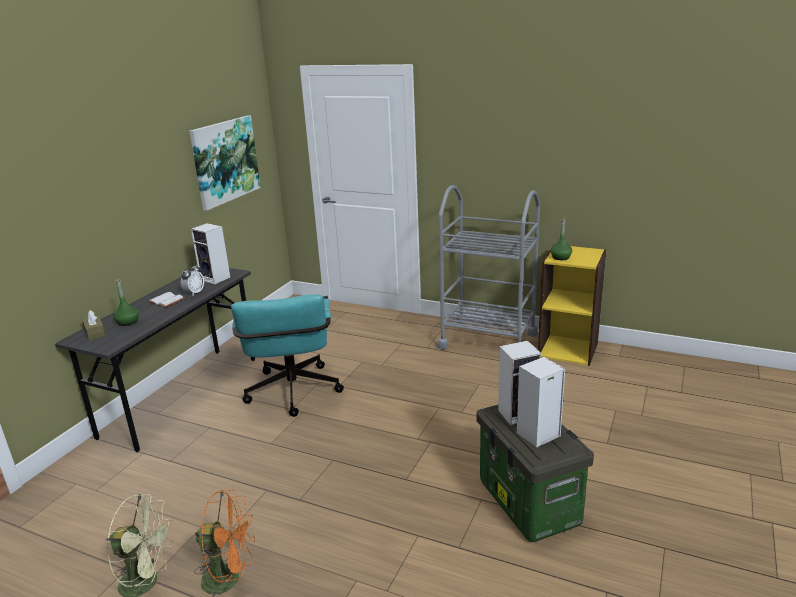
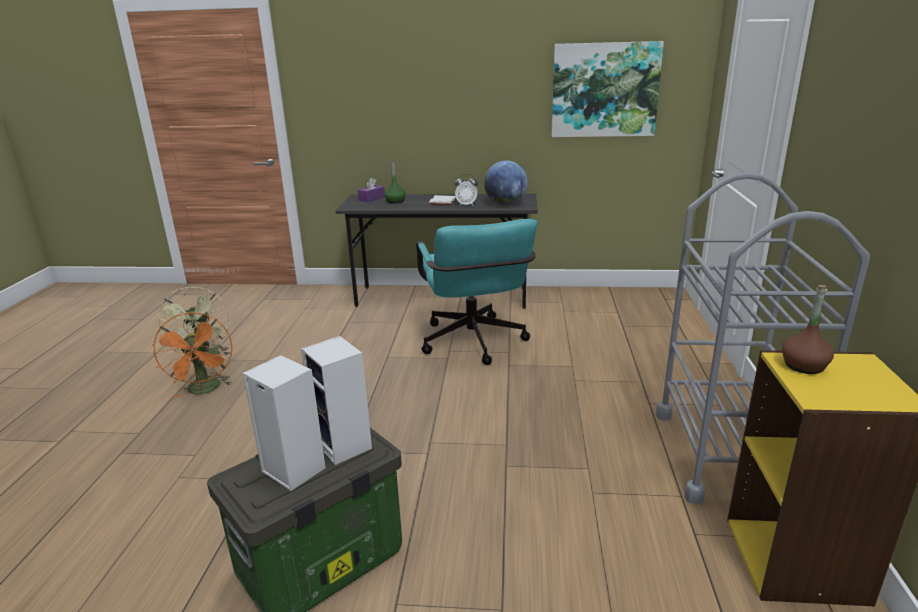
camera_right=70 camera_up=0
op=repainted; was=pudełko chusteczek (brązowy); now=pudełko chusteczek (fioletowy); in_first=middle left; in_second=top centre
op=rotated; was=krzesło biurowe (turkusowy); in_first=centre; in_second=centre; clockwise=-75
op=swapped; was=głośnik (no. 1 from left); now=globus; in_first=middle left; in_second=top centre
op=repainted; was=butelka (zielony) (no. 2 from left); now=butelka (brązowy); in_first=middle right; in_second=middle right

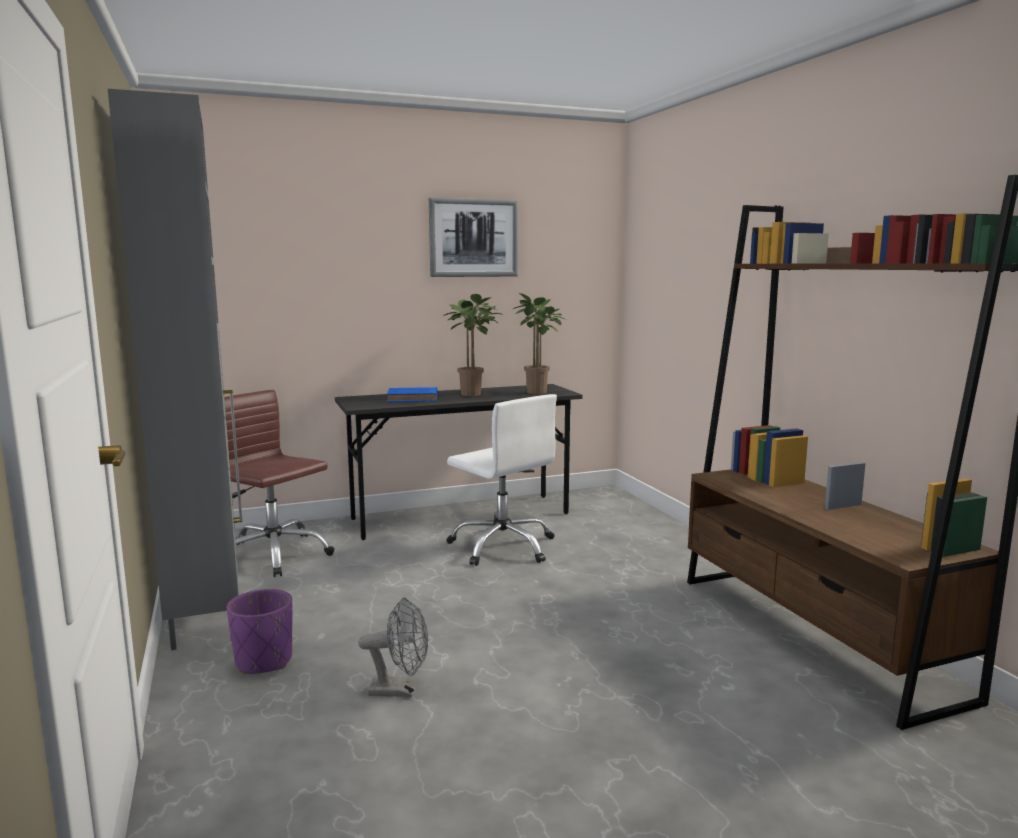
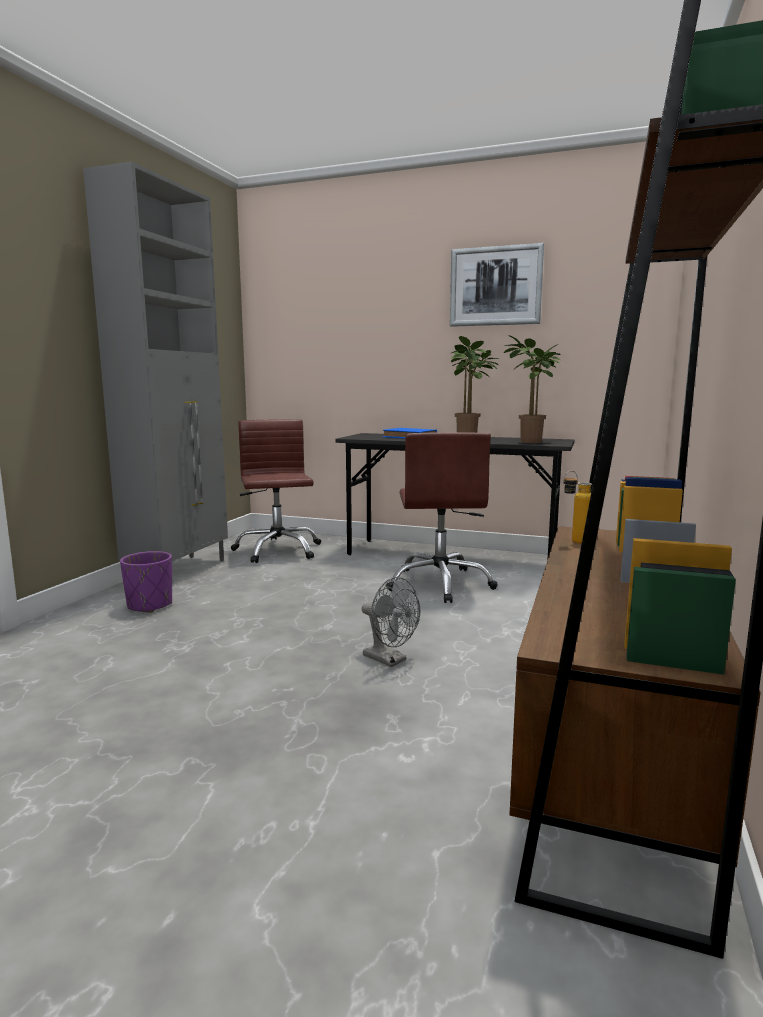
camera_right=40 camera_up=0
op=shifted; was=wentylator (szary); in_first=bottom centre; in_second=centre
op=repainted; was=krzesło biurowe (biały); now=krzesło biurowe (brązowy) (no. 2 from left); in_first=centre; in_second=centre
op=new; now=butelka; in_second=middle right

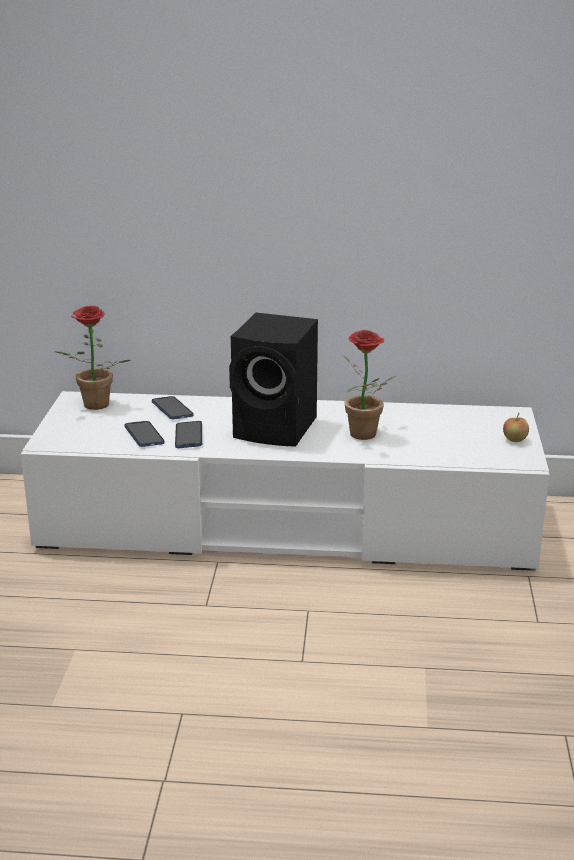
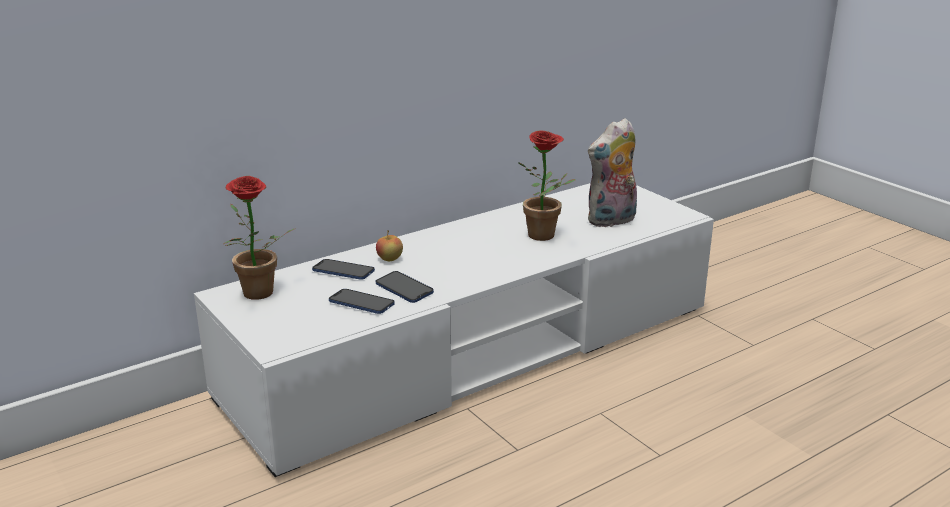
camera_right=-40 camera_up=0
op=shifted; was=jabłko; in_first=middle right; in_second=centre
op=new; now=pluszak; in_second=centre
op=gone; was=głośnik (czarny); in_first=centre

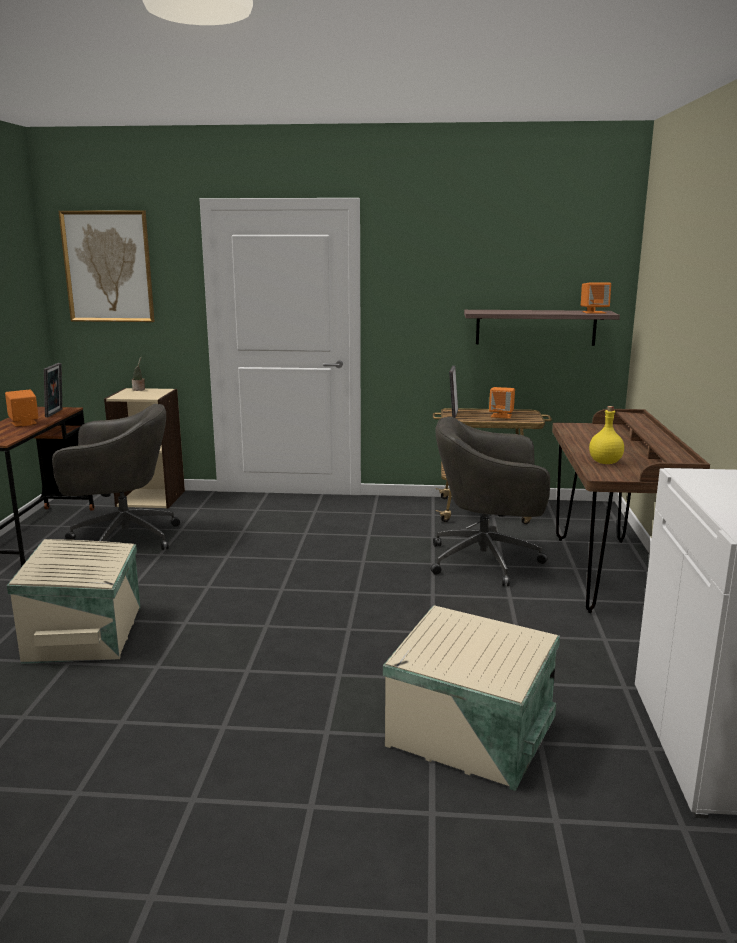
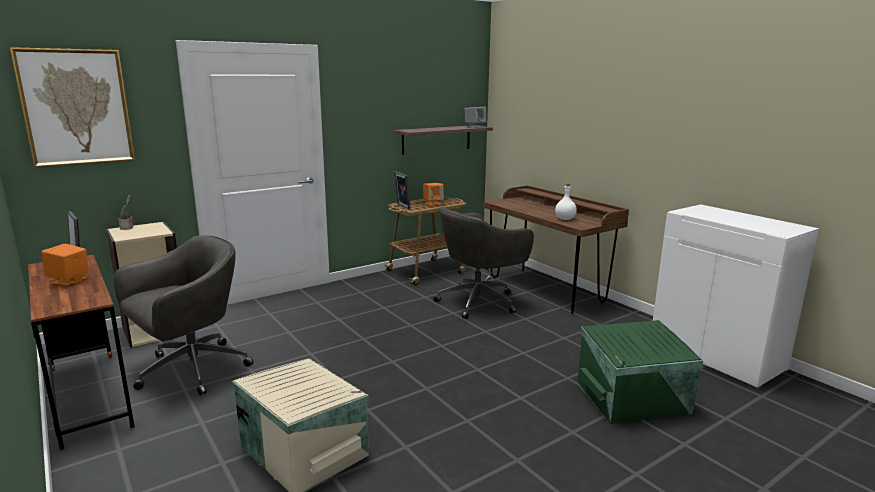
camera_right=-40 camera_up=0
op=repainted; was=głośnik (pomarańczowy) (no. 3 from left); now=głośnik (szary); in_first=top right; in_second=top centre
op=repainted; was=butelka (żółty); now=butelka (biały); in_first=middle right; in_second=centre
op=repainted; was=pojemnik do przechowywania (beżowy) (no. 2 from left); now=pojemnik do przechowywania (zielony); in_first=bottom centre; in_second=bottom right

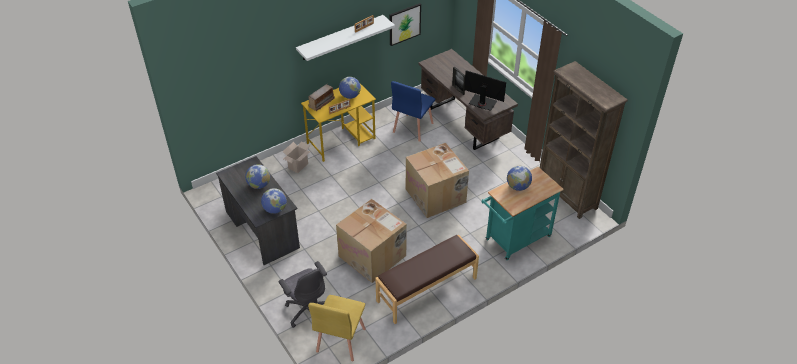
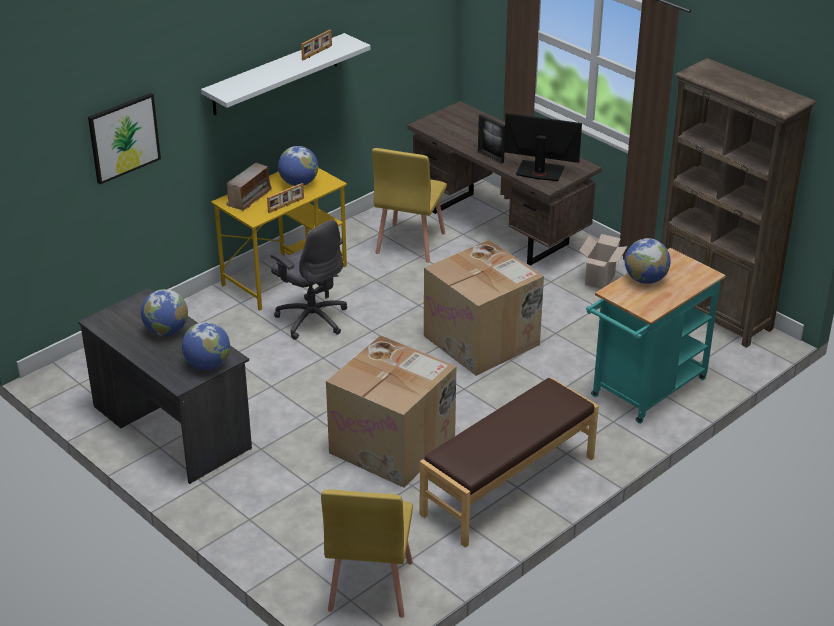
camera_right=-10 camera_up=-10
op=shifted; was=obraz; in_first=top centre; in_second=top left
op=shifted; was=krzesło biurowe (szary); in_first=bottom centre; in_second=centre
op=repainted; was=krzesło (niebieski); now=krzesło (żółty) (no. 2 from left); in_first=top centre; in_second=top centre
op=shifted; was=karton (no. 1 from left in the first image); now=karton (no. 3 from left); in_first=centre; in_second=middle right

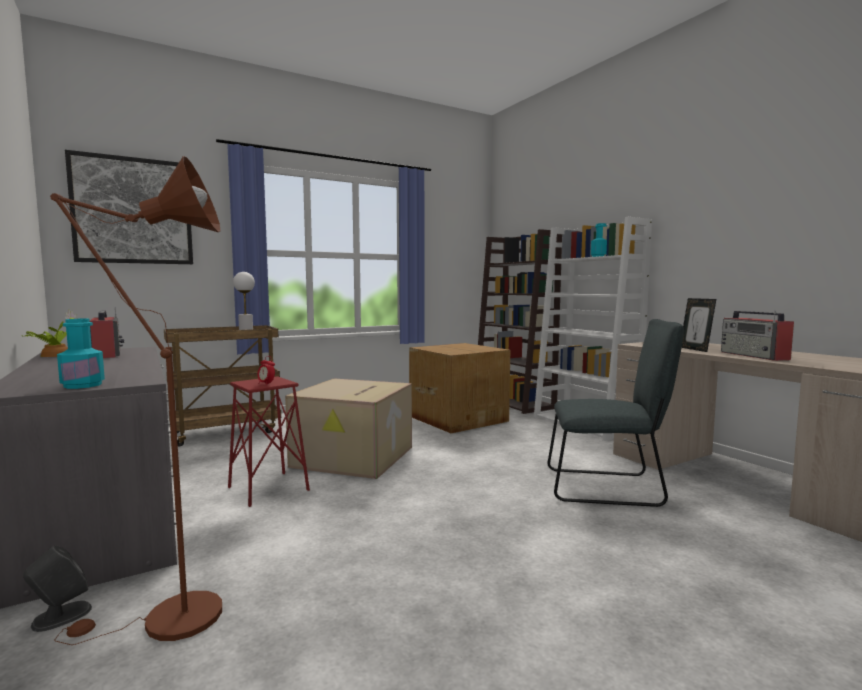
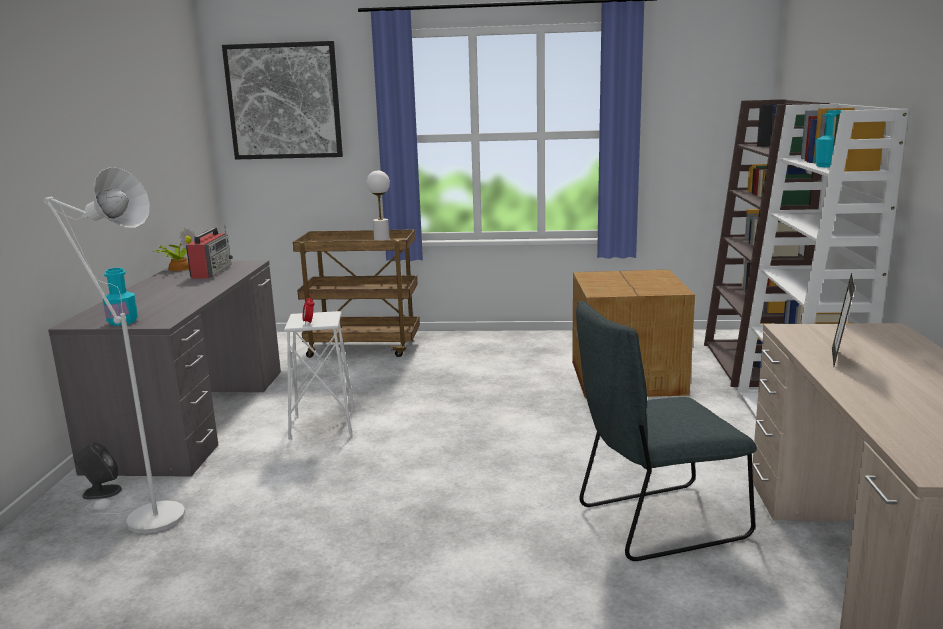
camera_right=35 camera_up=10
op=repainted; was=lampa stojąca (brązowy); now=lampa stojąca (biały); in_first=middle left; in_second=middle left
op=repainted; was=stołek (czerwony); now=stołek (biały); in_first=middle left; in_second=centre
op=rotated; was=krzesło (szary); in_first=middle right; in_second=bottom right; clockwise=120
op=gone; was=karton (no. 1 from left); in_first=centre
op=gone; was=radio (no. 2 from left); in_first=middle right

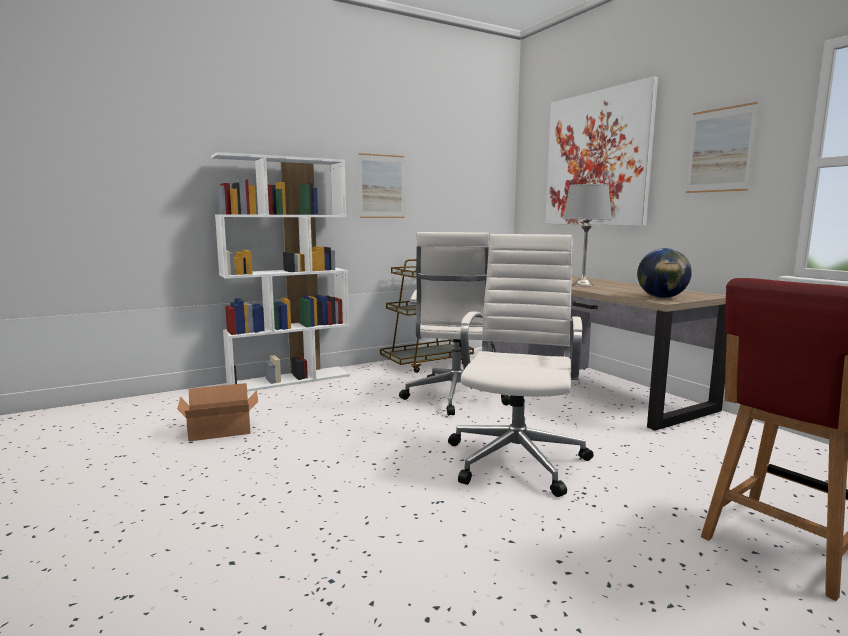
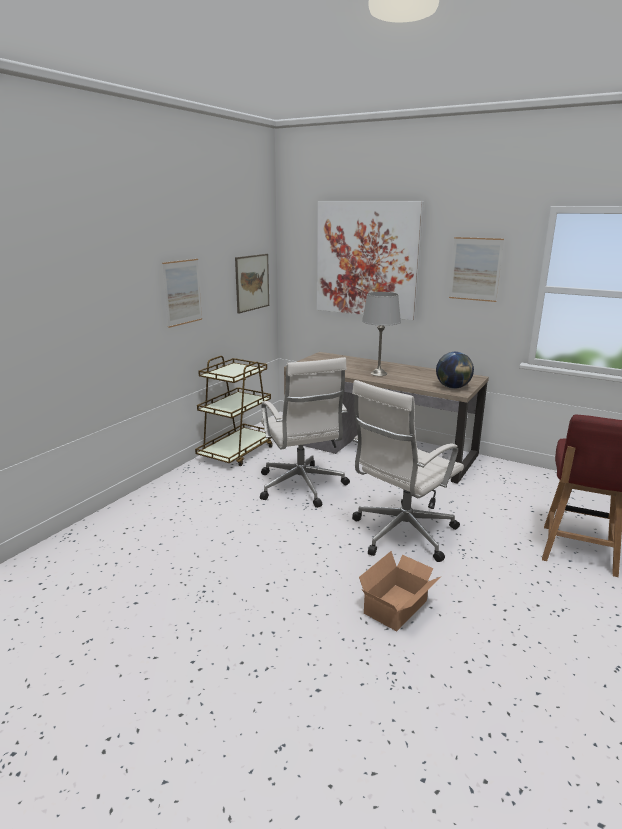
camera_right=-30 camera_up=10
op=new; now=obraz (no. 2 from left); in_second=centre
op=rotated; was=krzesło biurowe (biały) (no. 2 from left); in_first=centre; in_second=centre; clockwise=-120
op=shifted; was=karton; in_first=middle left; in_second=bottom centre
op=gone; was=regał (biały); in_first=middle left

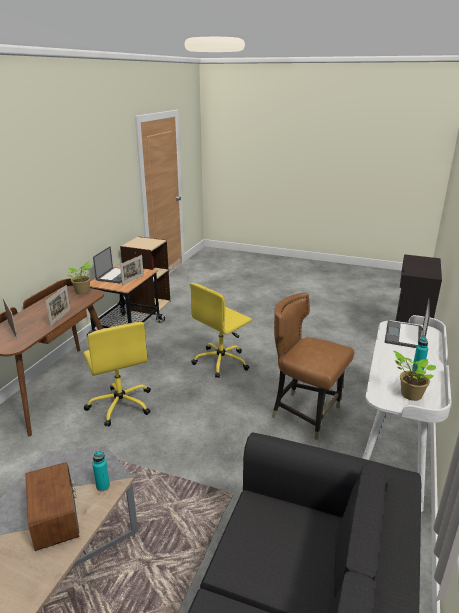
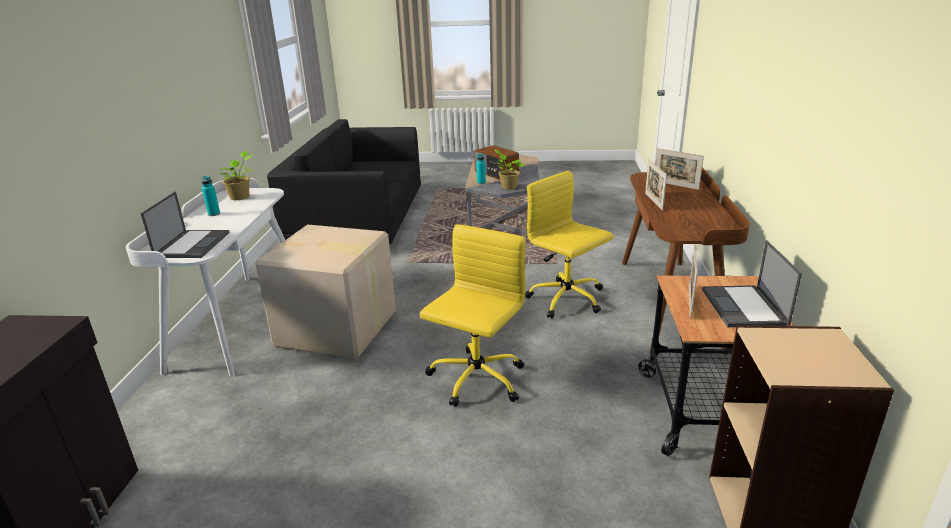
camera_right=165 camera_up=0
op=swapped; was=krzesło (brązowy); now=karton; in_first=middle right; in_second=centre
op=shifted; was=roślina doniczkowa (no. 1 from left in the first image); now=roślina doniczkowa (no. 2 from left); in_first=middle left; in_second=top centre

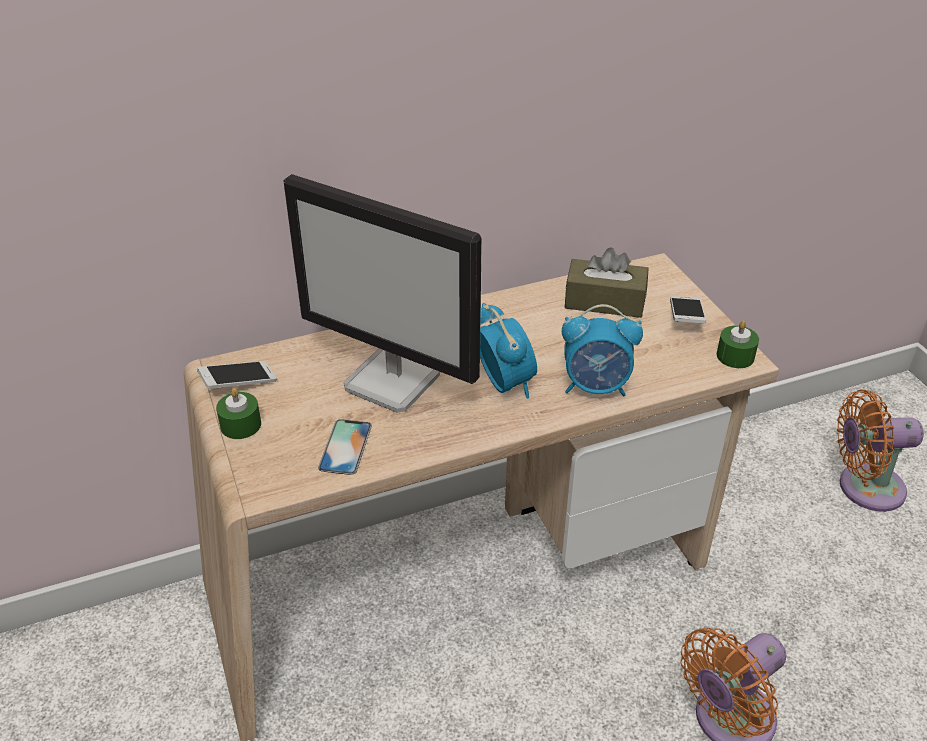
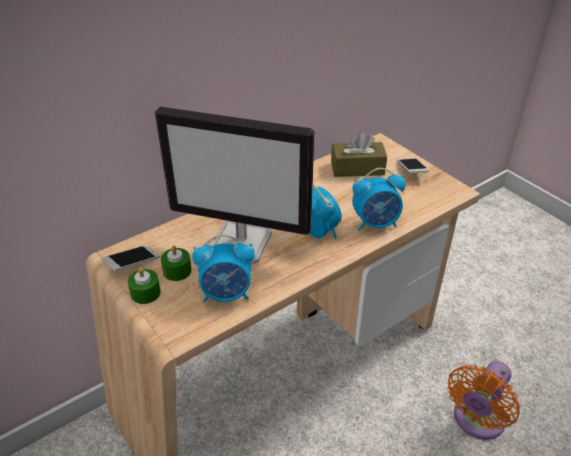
camera_right=-15 camera_up=0
op=shifted; was=świeca (zielony) (no. 2 from left); in_first=middle right; in_second=middle left
op=swapped; was=telefon (no. 2 from left); now=budzik (no. 1 from left); in_first=centre; in_second=centre
op=gone; was=wentylator (pomarańczowy) (no. 2 from left); in_first=middle right

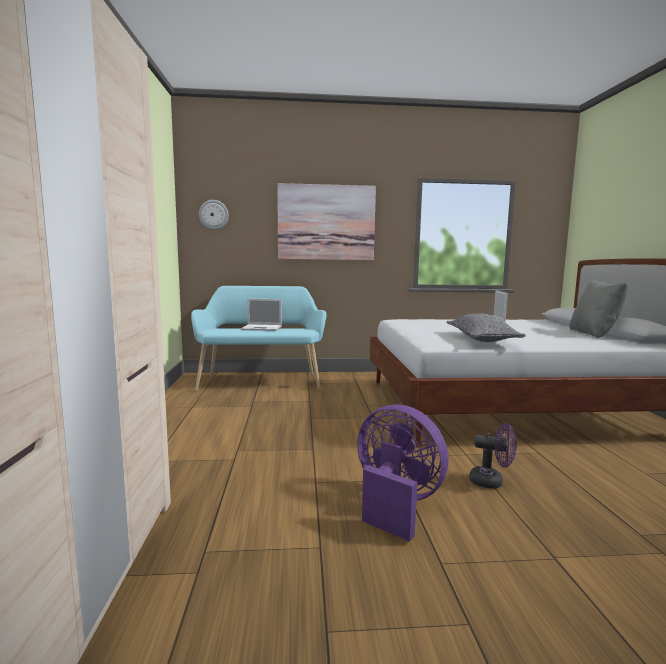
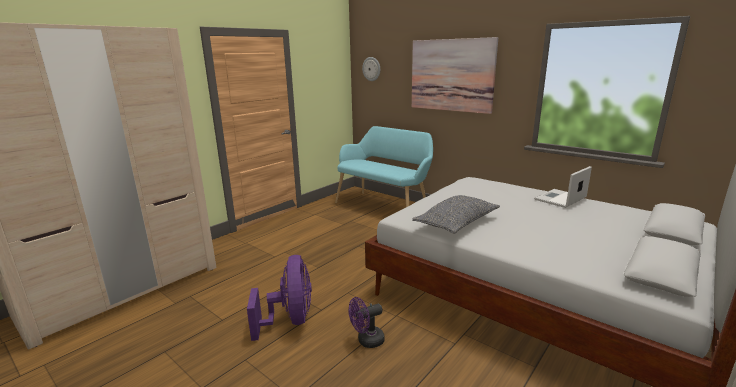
camera_right=45 camera_up=10
op=rotated; was=wentylator (fioletowy) (no. 2 from left); in_first=bottom right; in_second=bottom centre; clockwise=90
op=gone; was=laptop (no. 1 from left); in_first=centre
op=gone; was=poduszka (szary) (no. 2 from left); in_first=middle right

